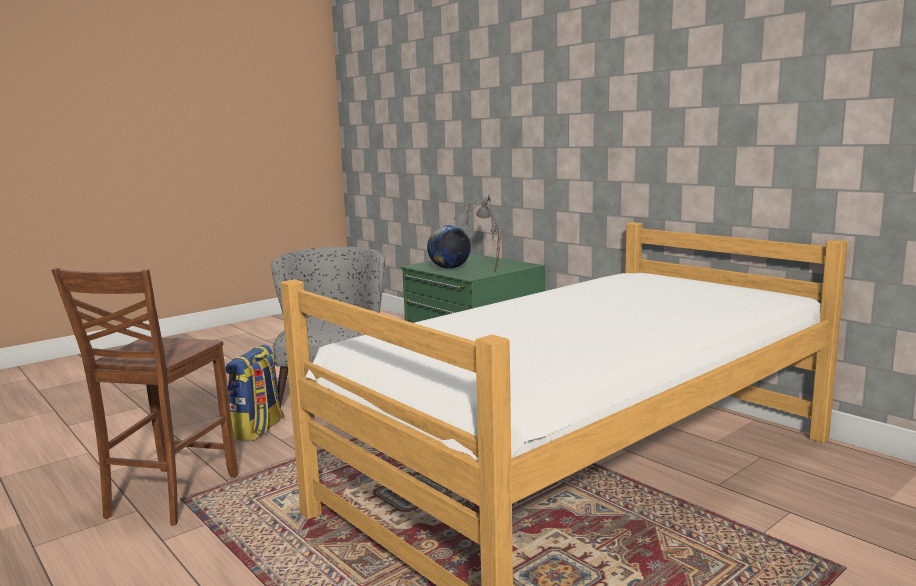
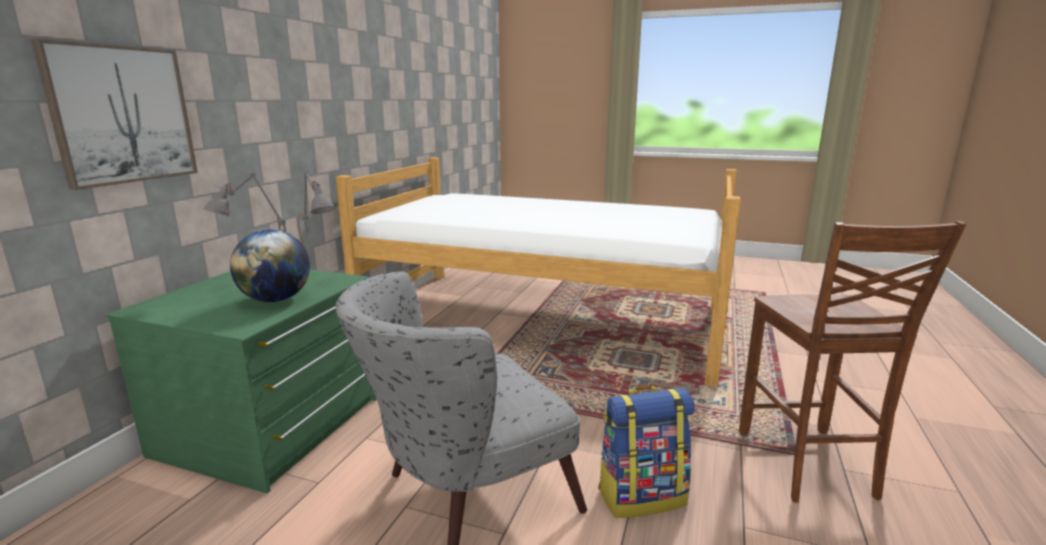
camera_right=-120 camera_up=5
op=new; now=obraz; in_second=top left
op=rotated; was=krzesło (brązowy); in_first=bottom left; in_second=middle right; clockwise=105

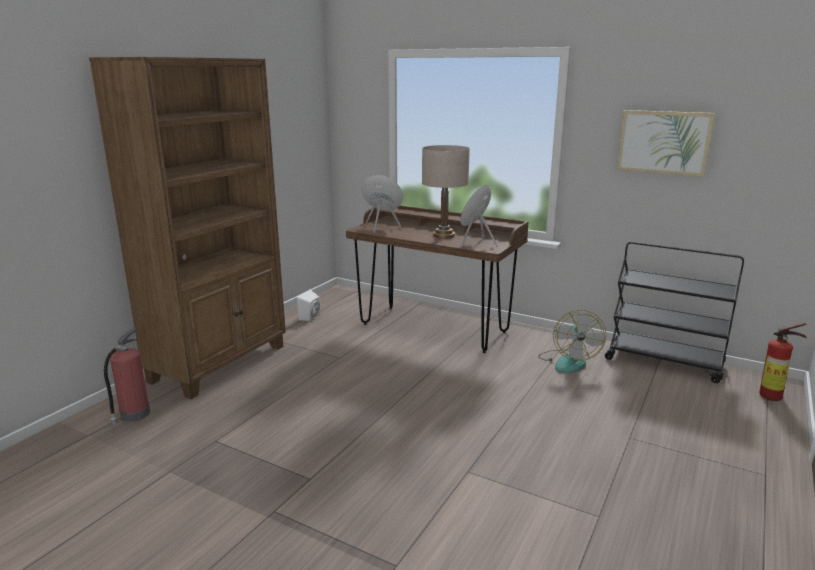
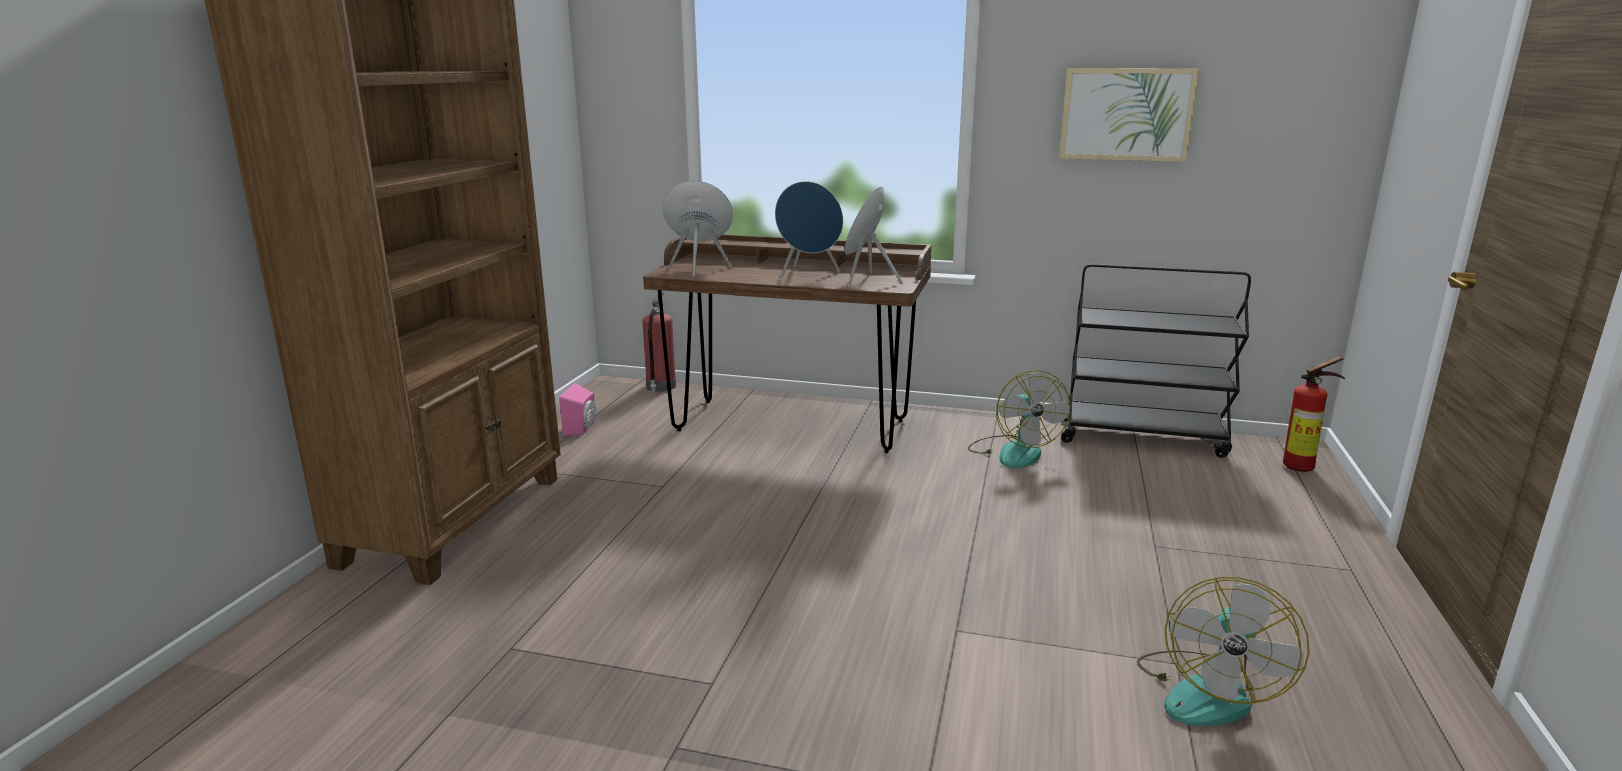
camera_right=-15 camera_up=0
op=repainted; was=głośnik (biały); now=głośnik (różowy); in_first=centre; in_second=centre
op=shifted; was=gaśnica (no. 1 from left); in_first=middle left; in_second=centre
op=swapped; was=lampa stołowa (beżowy); now=głośnik (niebieski) (no. 2 from left); in_first=centre; in_second=top centre
op=new; now=wentylator (no. 2 from left); in_second=bottom right

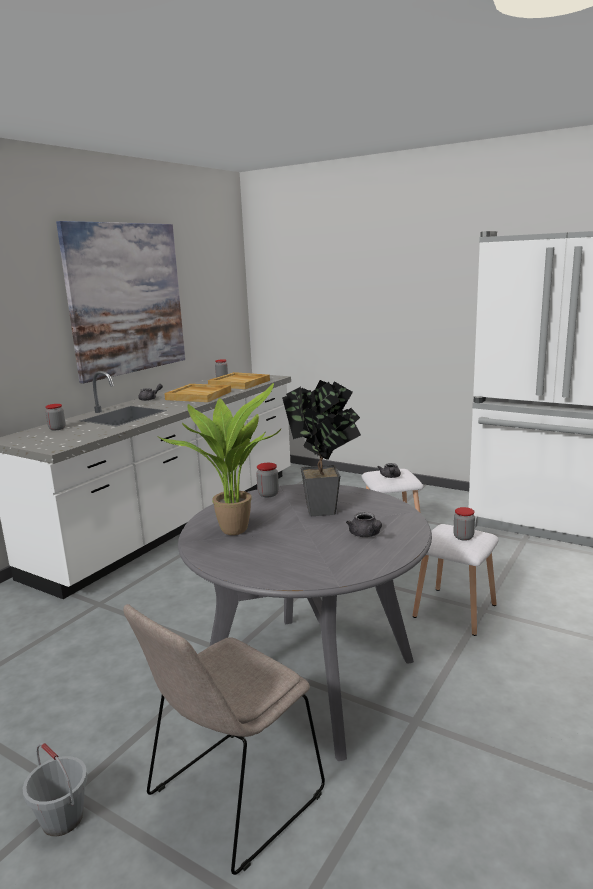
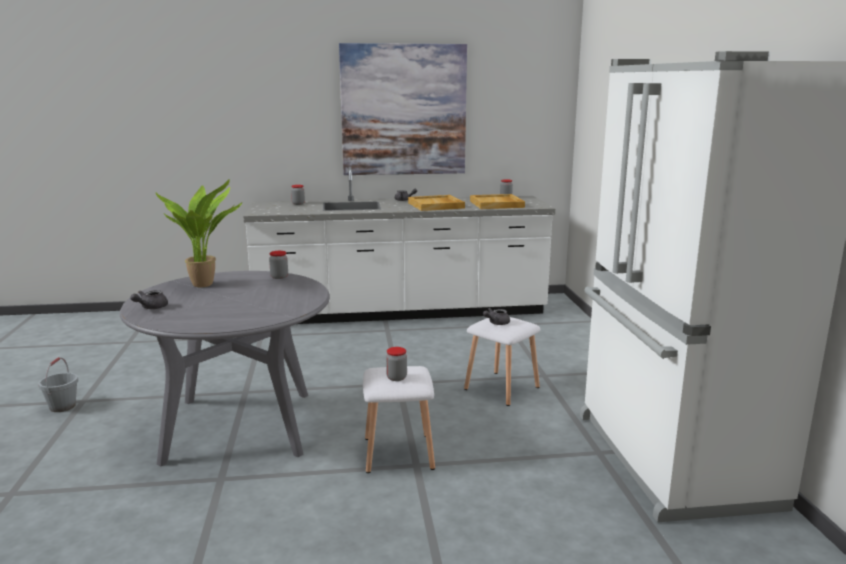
camera_right=50 camera_up=0
op=shifted; was=imbryk (szary) (no. 2 from left in the first image); now=imbryk (szary) (no. 1 from left); in_first=centre; in_second=middle left
op=gone; was=krzesło (beżowy); in_first=bottom centre
op=gone; was=roślina doniczkowa (no. 2 from left); in_first=centre

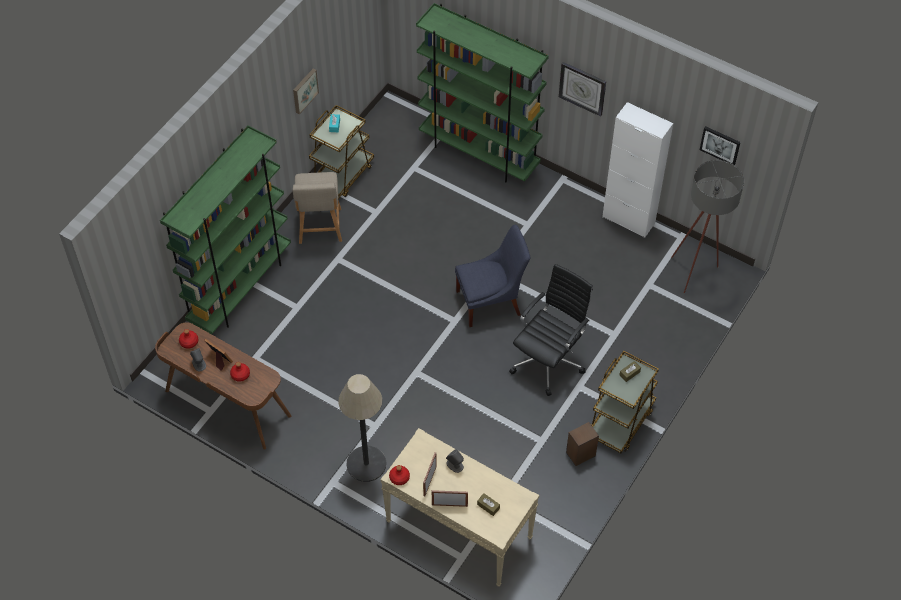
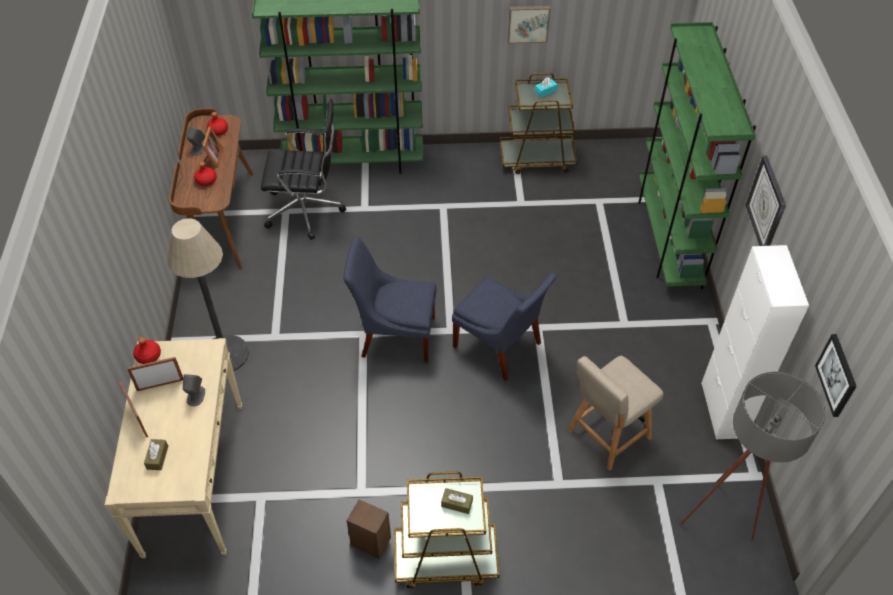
camera_right=55 camera_up=-5
op=shifted; was=krzesło biurowe (czarny); in_first=centre; in_second=top centre
op=new; now=krzesło (niebieski) (no. 1 from left); in_second=centre
op=shifted; was=krzesło (beżowy); in_first=centre; in_second=bottom right

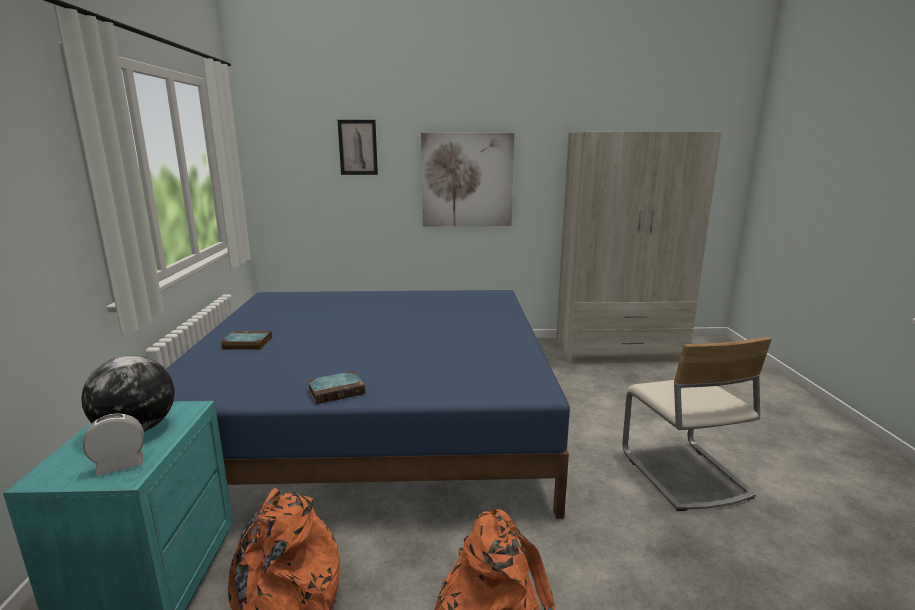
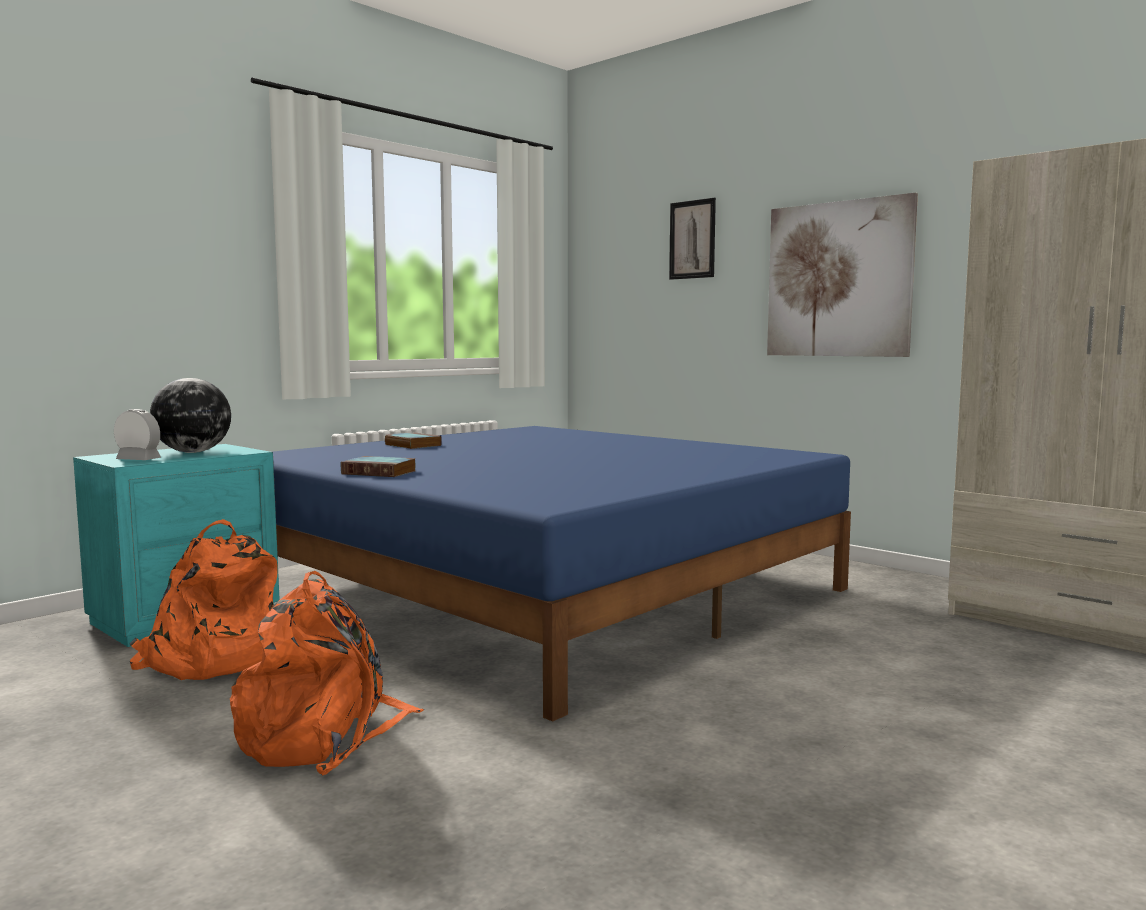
camera_right=45 camera_up=-10
op=gone; was=krzesło (beżowy); in_first=bottom right

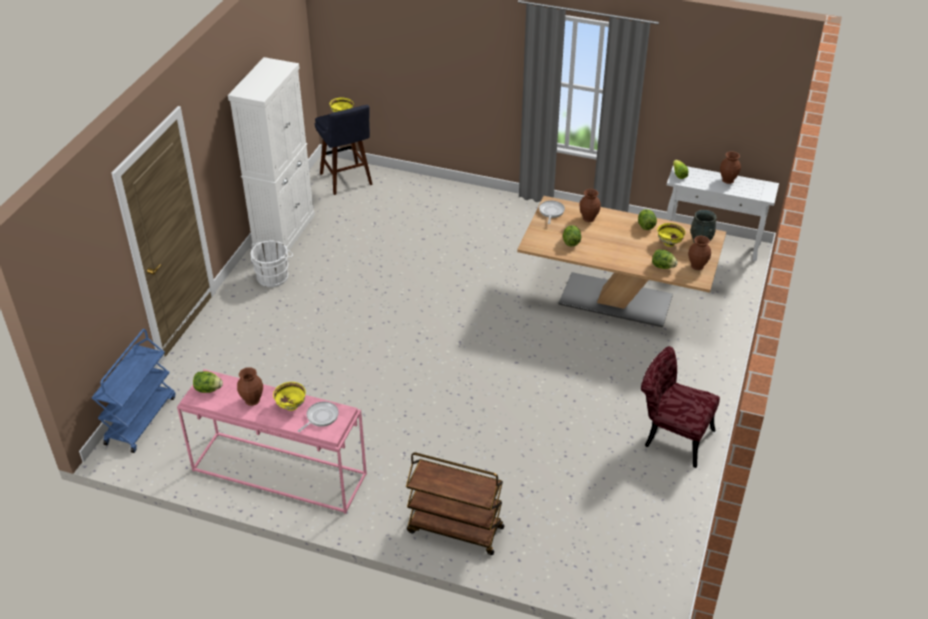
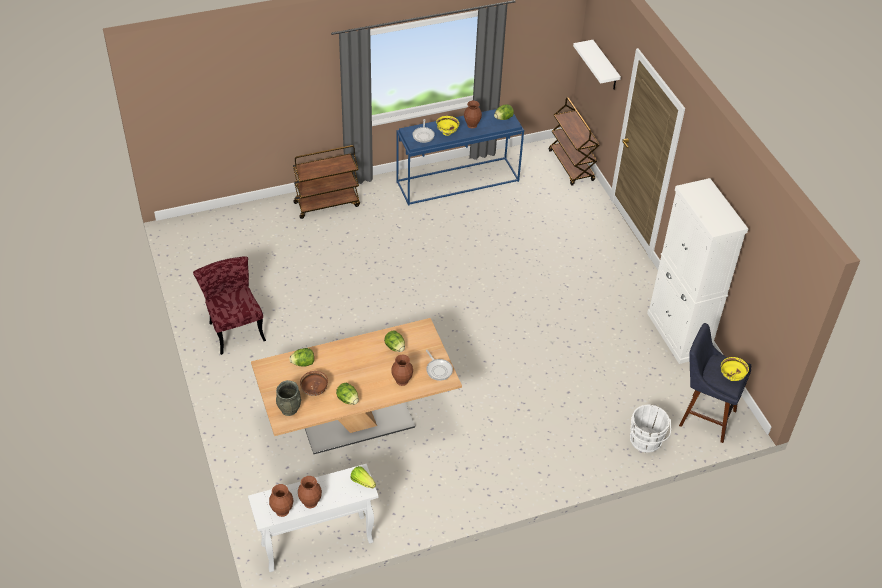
camera_right=140 camera_up=5
op=rotated; was=krzesło (czerwony); in_first=middle right; in_second=middle left; clockwise=-105
op=shifted; was=wazon (brązowy) (no. 3 from left in the first image); now=wazon (brązowy) (no. 1 from left); in_first=middle right; in_second=bottom left
op=repainted; was=miska (żółty) (no. 3 from left); now=miska (brązowy); in_first=middle right; in_second=centre
op=repainted; was=stolik konsolowy (różowy); now=stolik konsolowy (niebieski); in_first=bottom left; in_second=top centre
op=repainted; was=wózek (niebieski); now=wózek (brązowy) (no. 2 from left); in_first=middle left; in_second=top centre
op=new; now=półka (biały); in_second=top right
op=shifted; was=wiadro (biały); in_first=middle left; in_second=bottom right

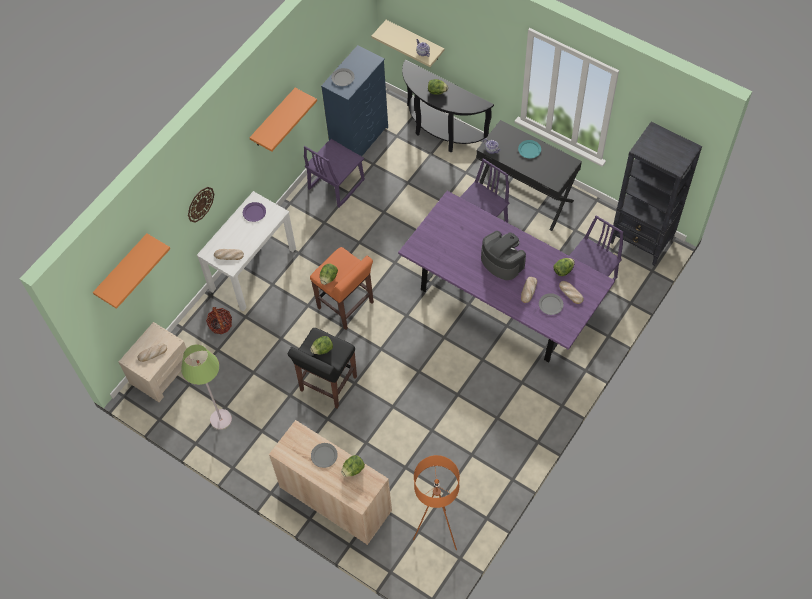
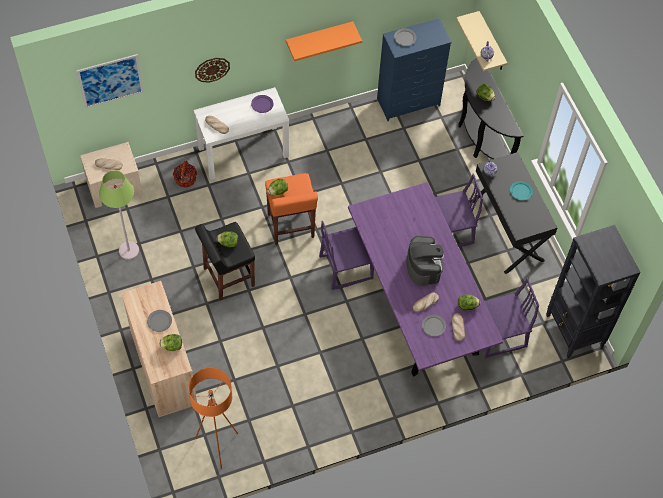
camera_right=30 camera_up=0
op=swapped; was=półka (pomarańczowy) (no. 1 from left); now=obraz; in_first=middle left; in_second=top left
op=shifted; was=krzesło (fioletowy) (no. 1 from left); in_first=top centre; in_second=centre

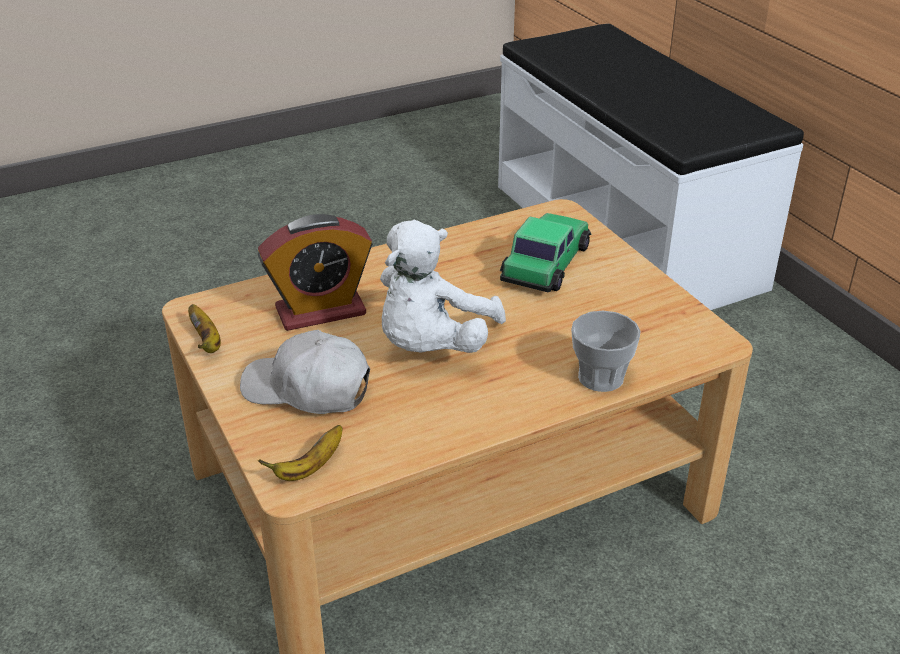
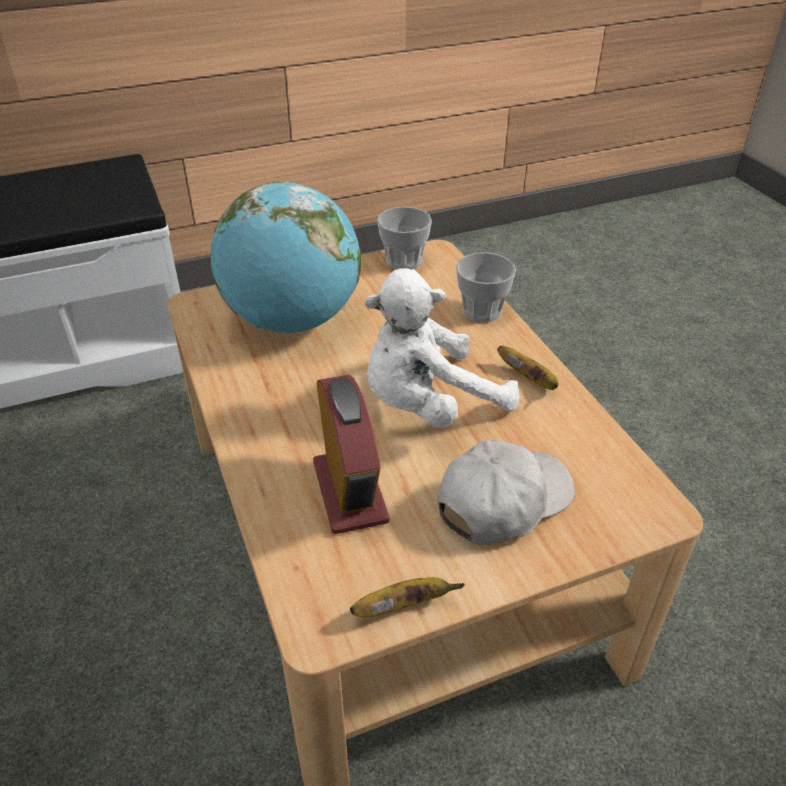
camera_right=-85 camera_up=5
op=swapped; was=samochodzik; now=globus; in_first=centre; in_second=top centre
op=rotated; was=pluszak (biały); in_first=centre; in_second=centre; clockwise=120
op=new; now=filiżanka (no. 1 from left); in_second=top centre
op=rotated; was=czapka z daszkiem (biały); in_first=centre; in_second=centre; clockwise=-150
op=shifted; was=banan (no. 2 from left); in_first=bottom centre; in_second=middle right

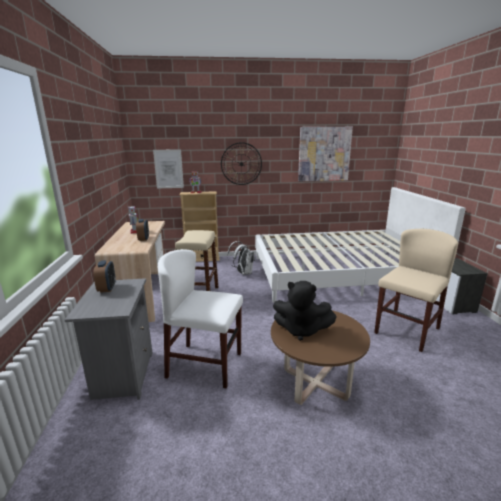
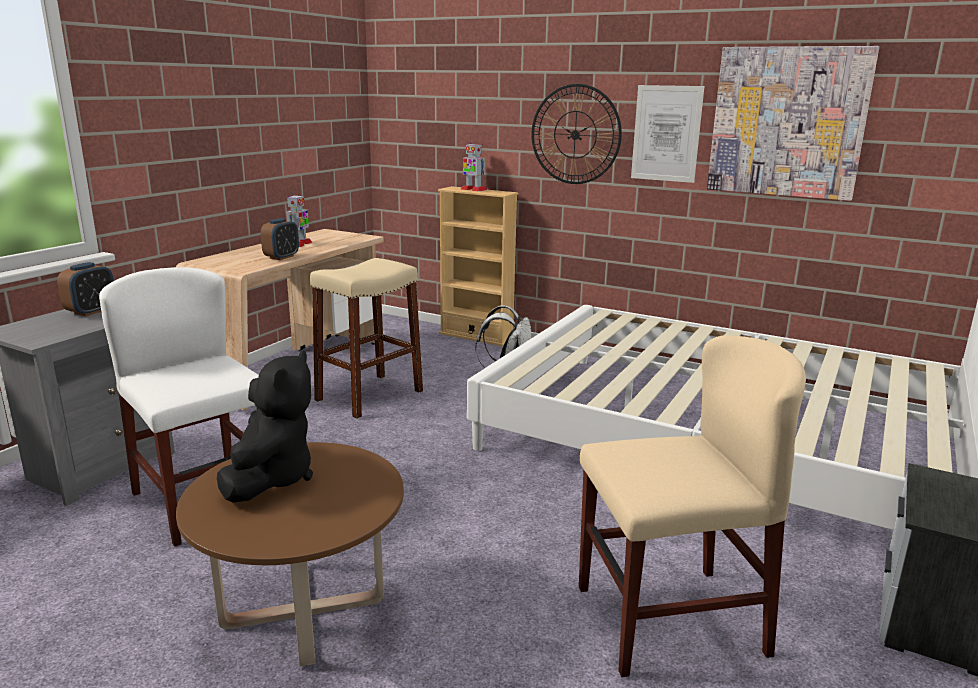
camera_right=35 camera_up=0
op=rotated; was=pluszak (czarny); in_first=centre; in_second=middle left; clockwise=-135
op=shifted; was=obraz (no. 1 from left); in_first=centre; in_second=top right

